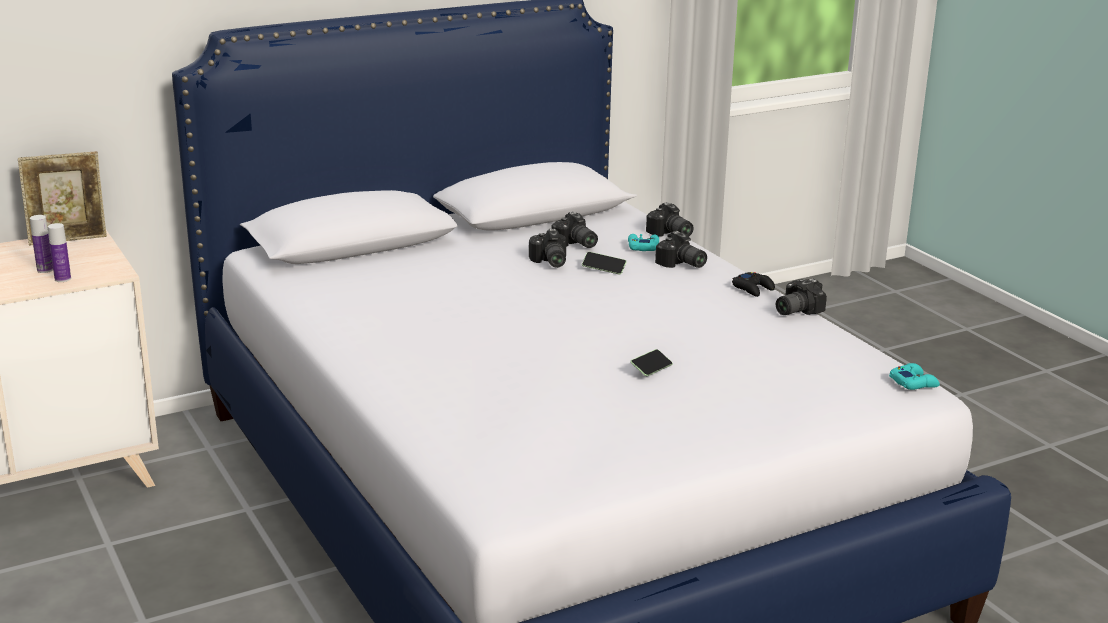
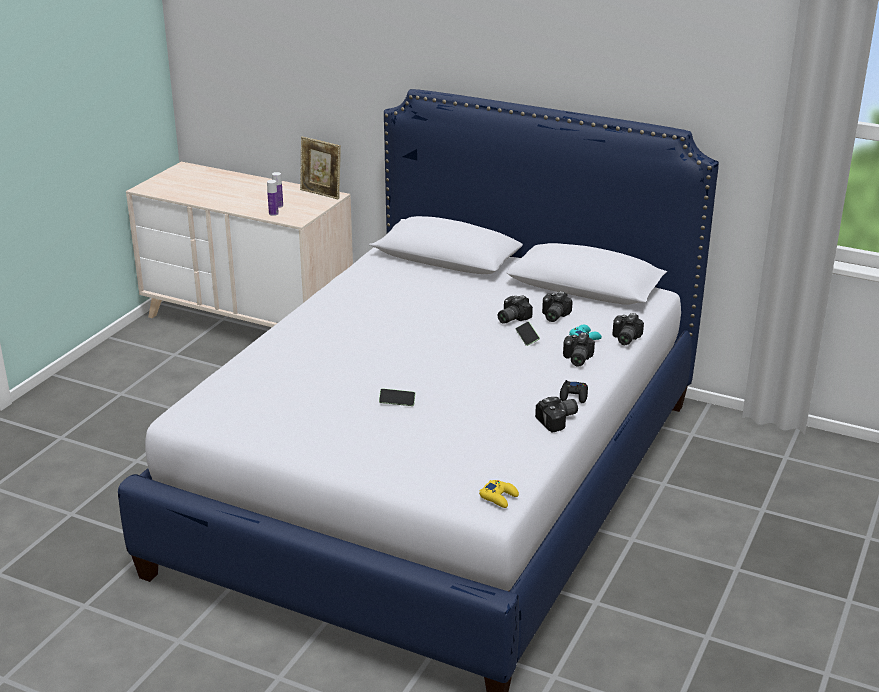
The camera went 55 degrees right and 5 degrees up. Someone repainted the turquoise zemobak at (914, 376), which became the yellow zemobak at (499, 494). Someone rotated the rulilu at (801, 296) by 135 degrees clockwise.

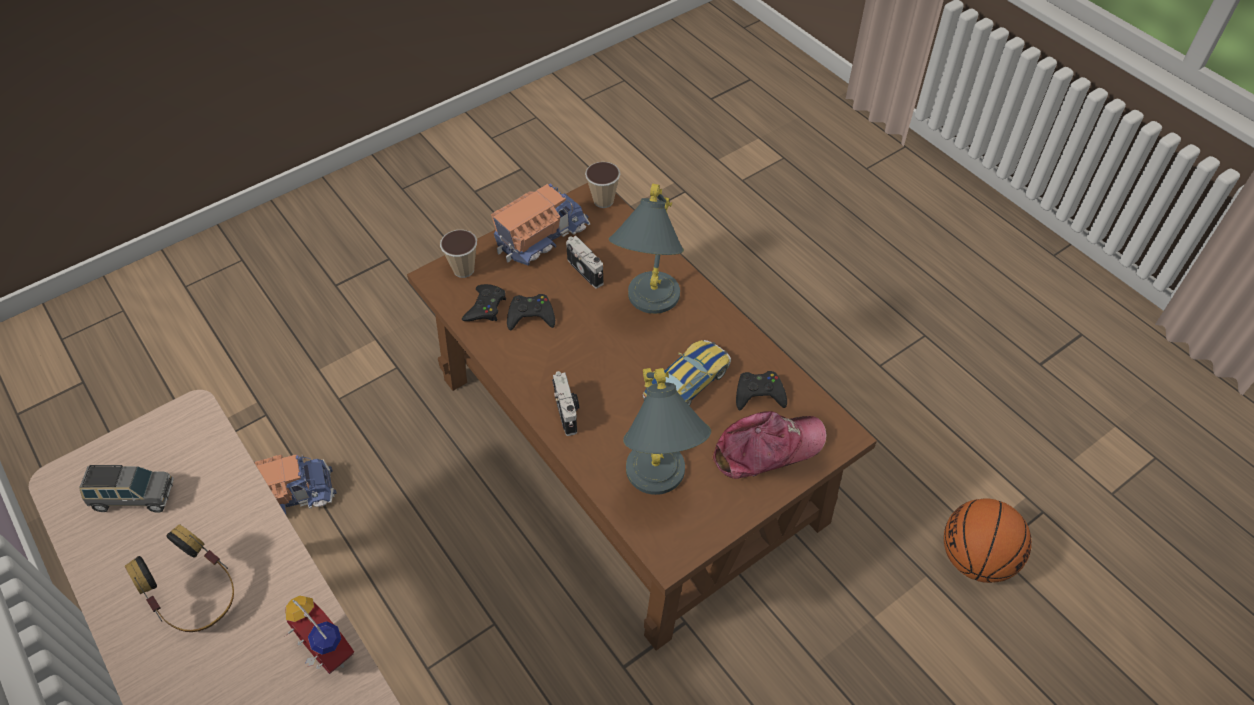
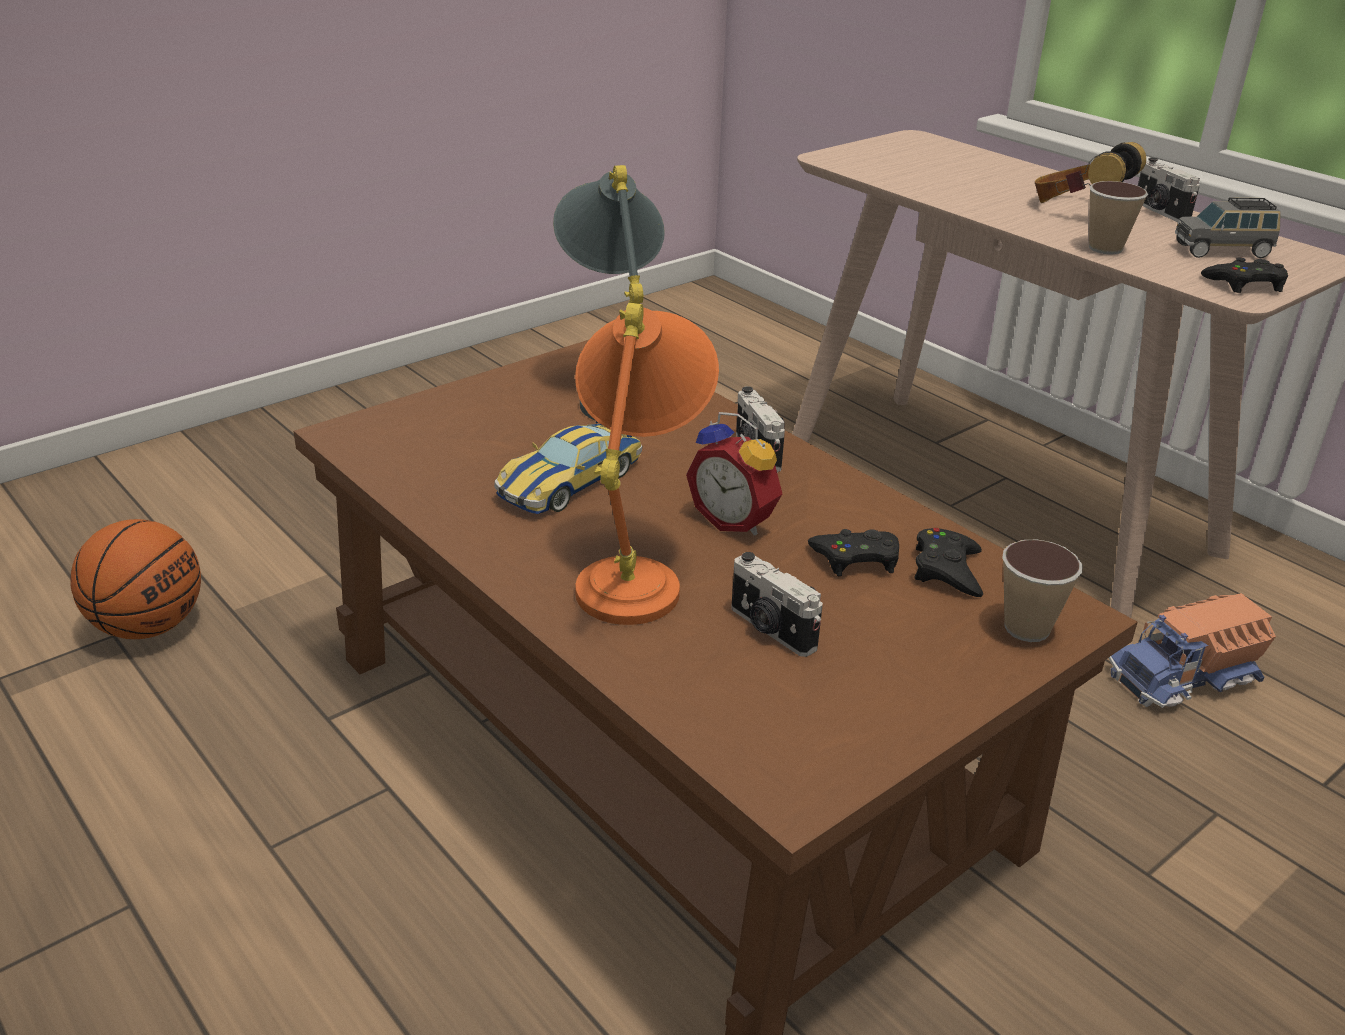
The camera went 175 degrees right and 20 degrees down. Someone repainted the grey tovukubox at (646, 249), which became the orange tovukubox at (647, 464). Someone carried the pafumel from (319, 634) to (734, 473). Someone carried the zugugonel from (602, 185) to (1118, 218). Someone put down the rulilu at (1169, 189). Someone carried the black zemobak from (761, 390) to (1244, 275). Someone took away the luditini at (540, 224). Someone took away the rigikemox at (769, 445).

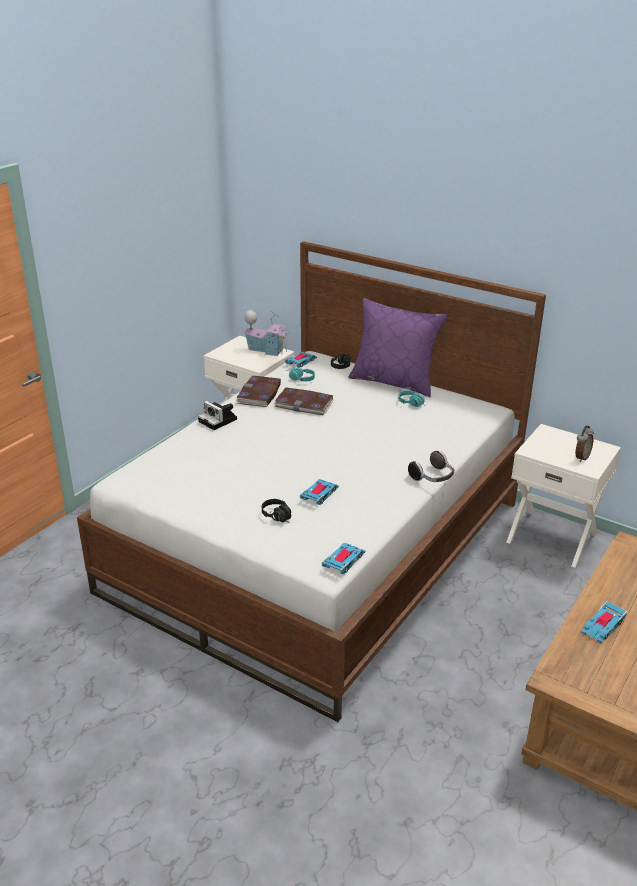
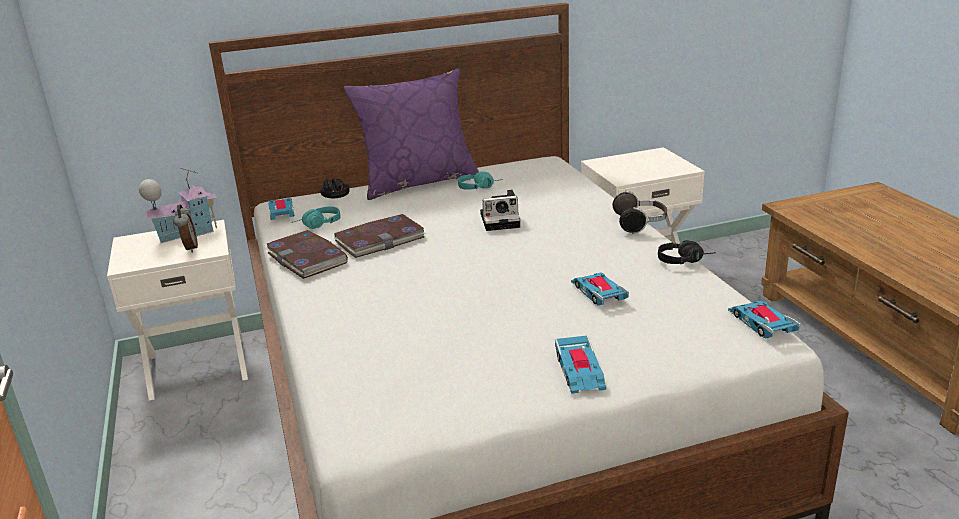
The camera went 50 degrees left and 5 degrees down. Someone carried the pafumel from (585, 443) to (186, 228). Someone carried the rulilu from (217, 415) to (500, 210). Someone carried the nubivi from (604, 622) to (580, 364). Someone carried the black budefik from (276, 511) to (687, 252).

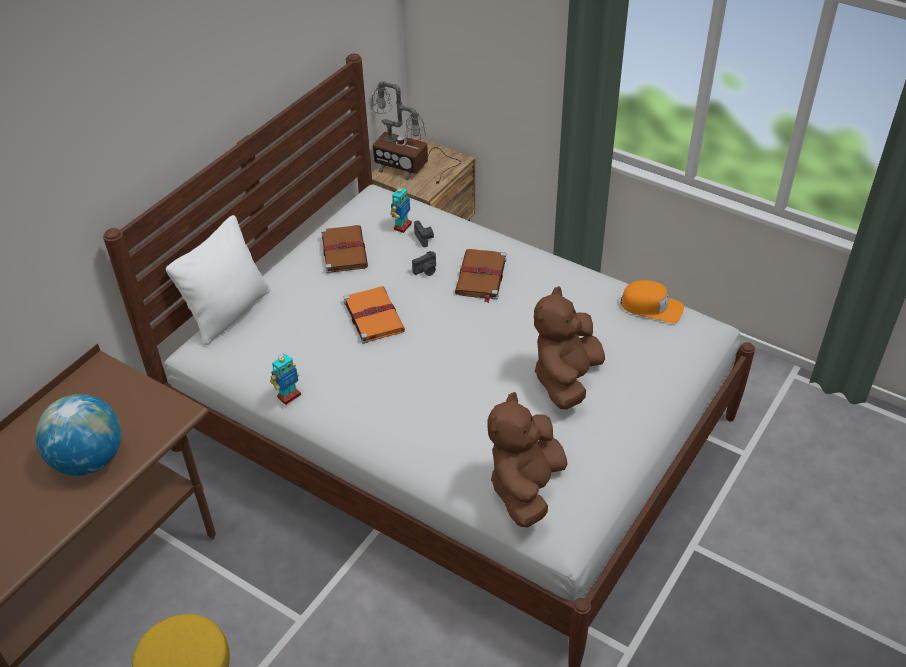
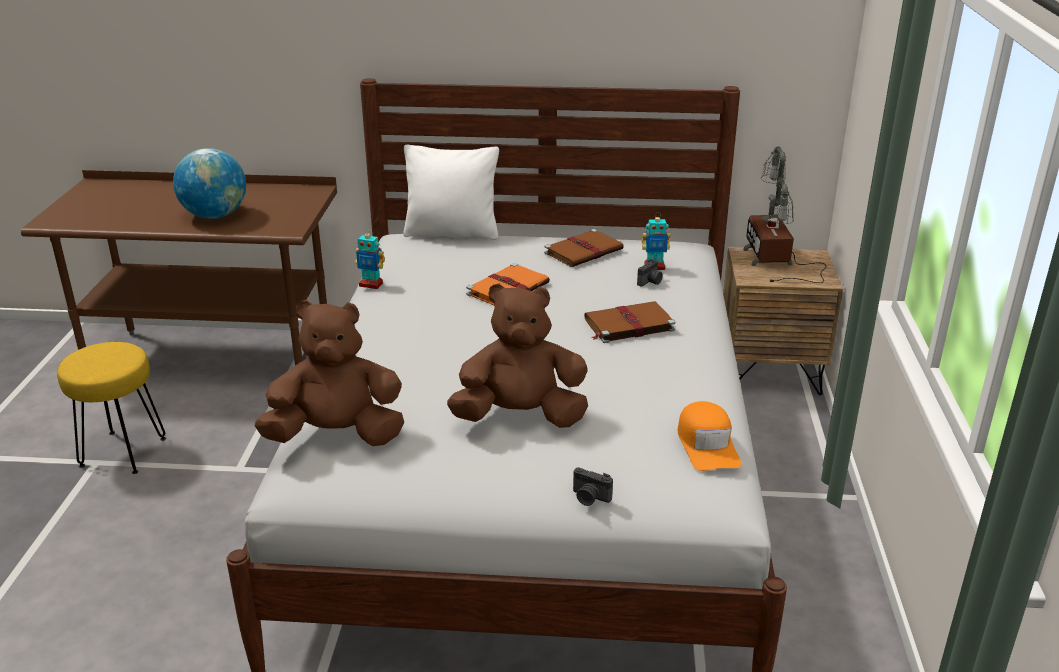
The camera went 60 degrees right and 15 degrees down. Someone carried the rulilu from (424, 263) to (593, 486).

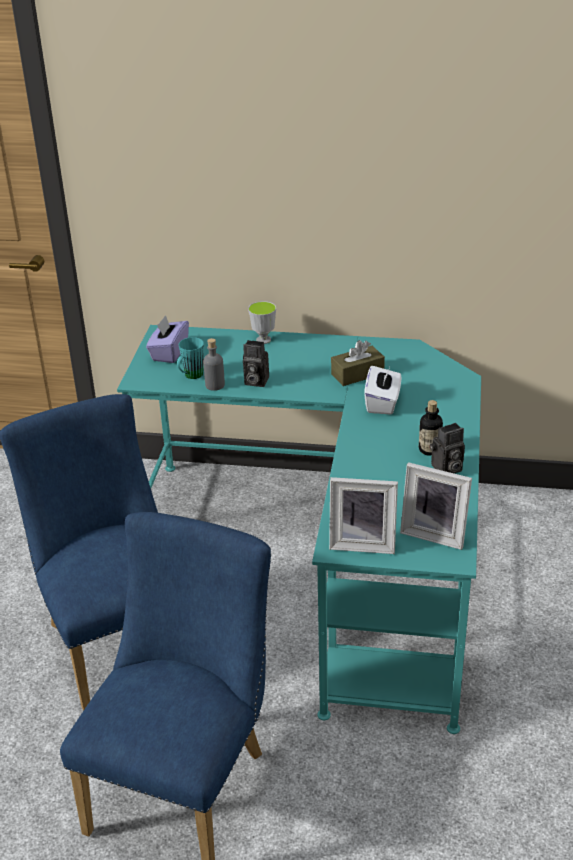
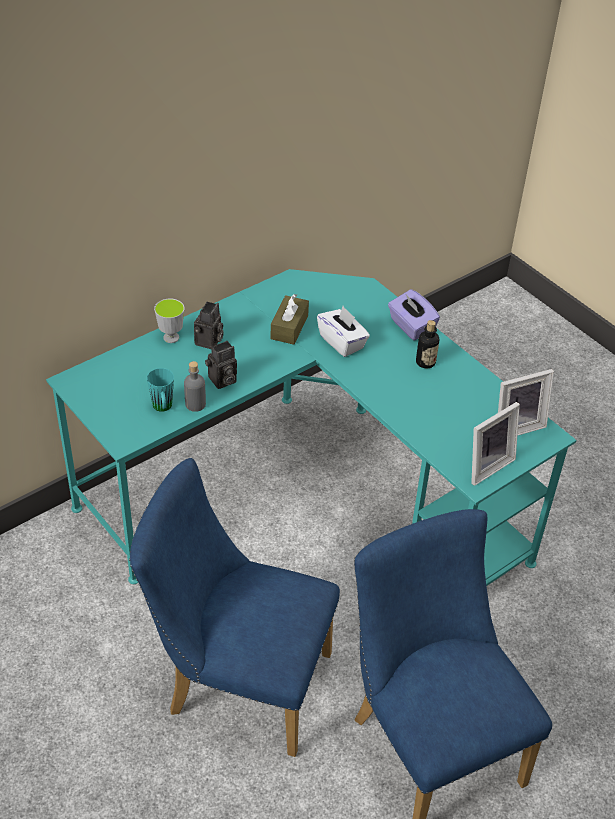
The camera went 50 degrees left and 10 degrees up. Someone carried the rulilu from (447, 448) to (209, 325). Someone carried the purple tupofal from (167, 339) to (414, 315).

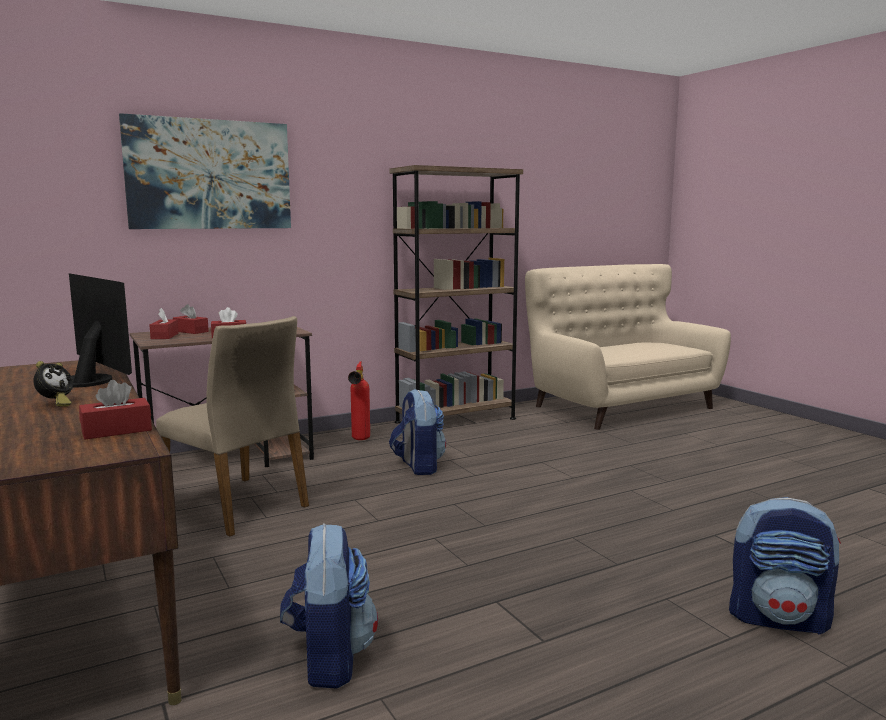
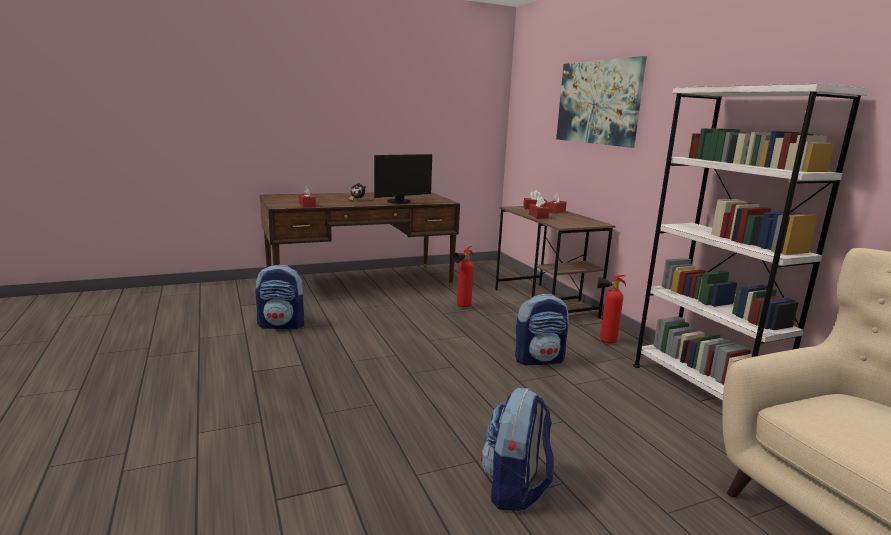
The camera went 95 degrees right and 5 degrees up. Someone swapped the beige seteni at (232, 426) for the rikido at (463, 276). Someone carried the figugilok from (785, 565) to (517, 449). Someone repainted the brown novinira at (456, 294), which became the white novinira at (751, 242).

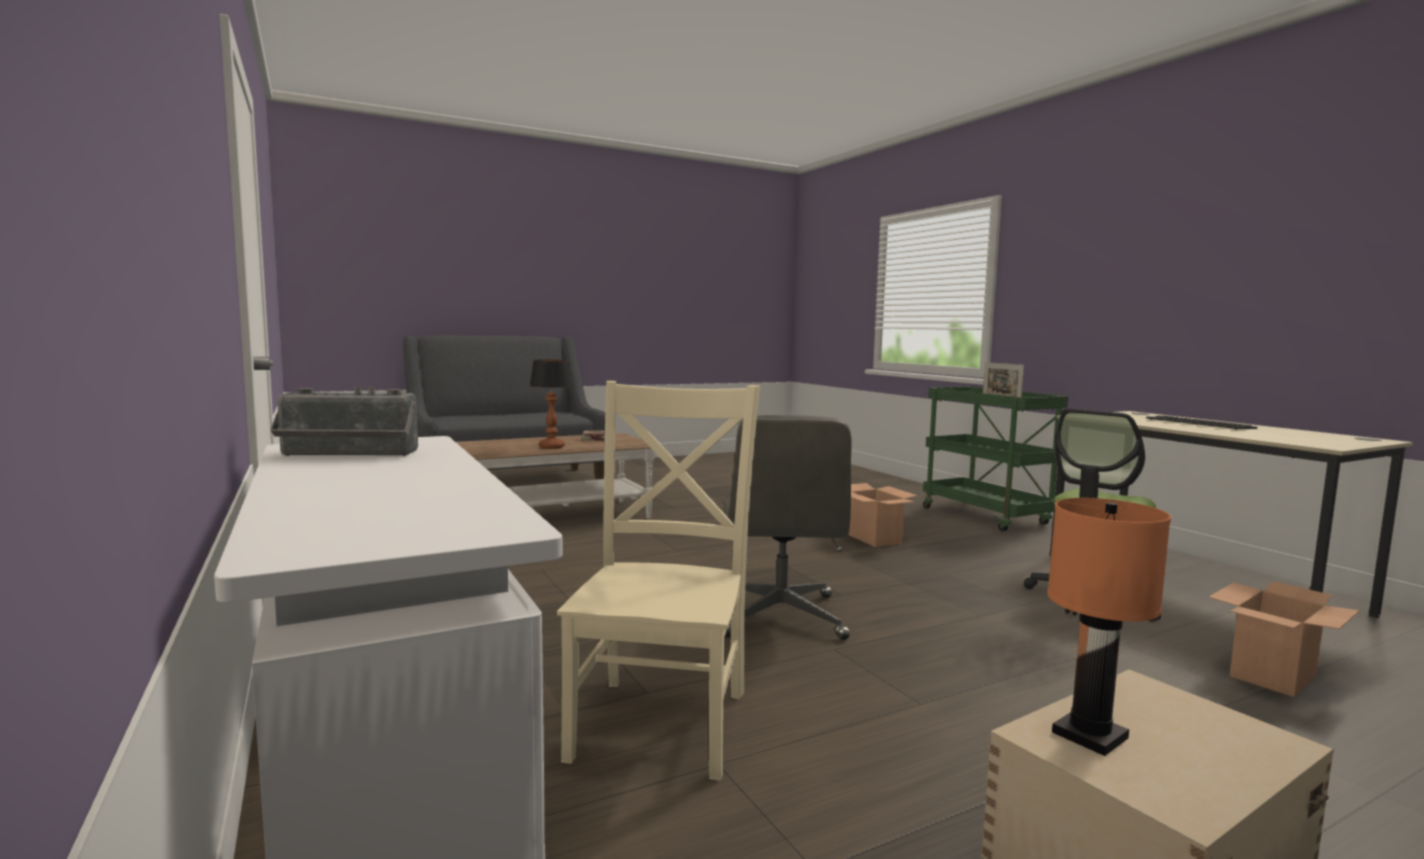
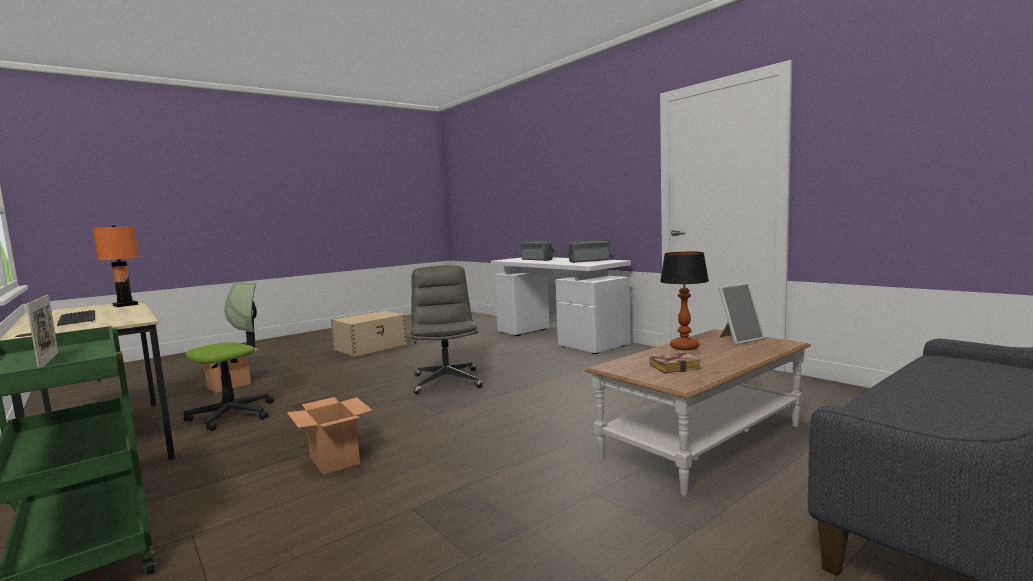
The camera went 170 degrees right and 0 degrees up. Someone carried the orange tovukubox from (1109, 627) to (116, 266). Someone put down the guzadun at (538, 250). Someone put down the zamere at (741, 314). Someone took away the beige seteni at (658, 581).

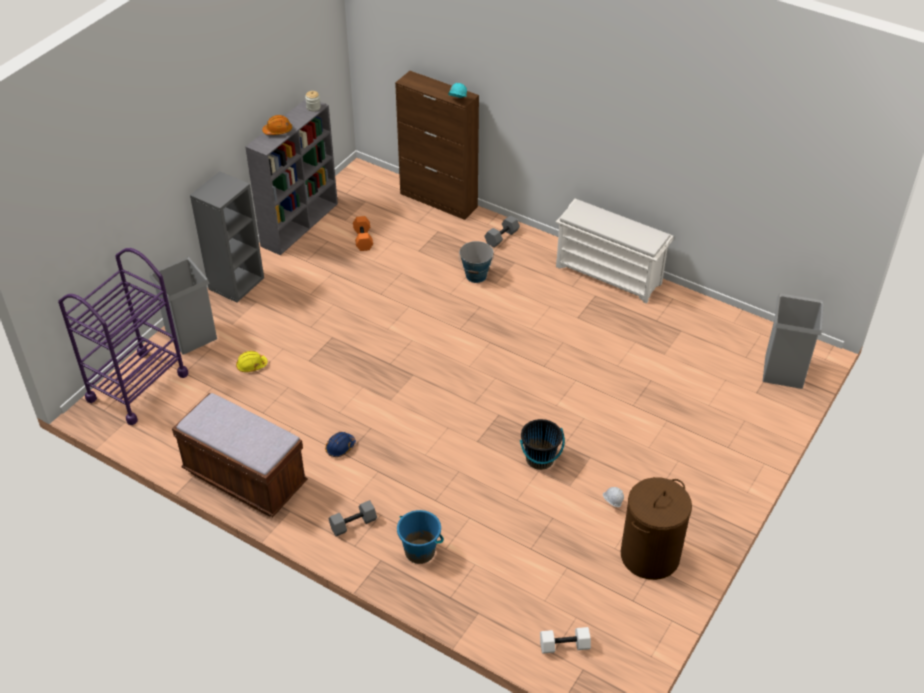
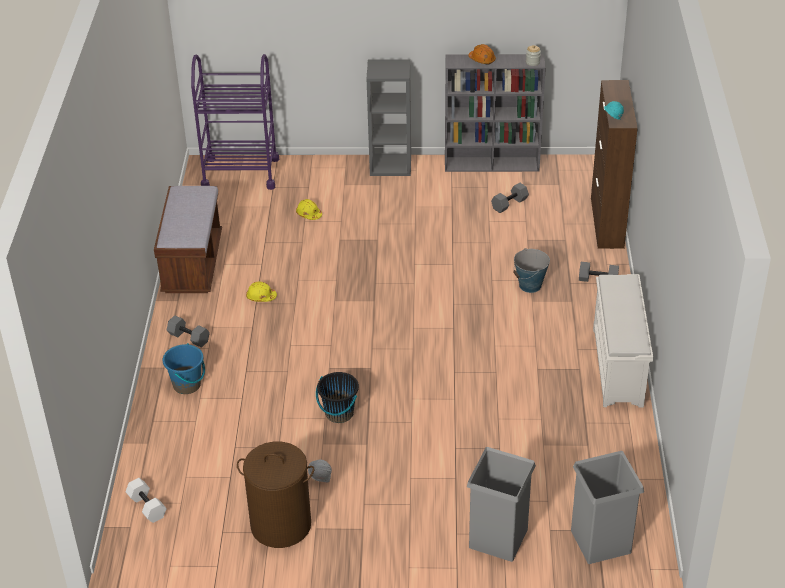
The camera went 60 degrees right and 5 degrees down. Someone repainted the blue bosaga at (340, 444), which became the yellow bosaga at (261, 292). Someone carried the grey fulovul from (183, 306) to (501, 504). Someone repainted the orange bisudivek at (363, 233), which became the grey bisudivek at (510, 198).

